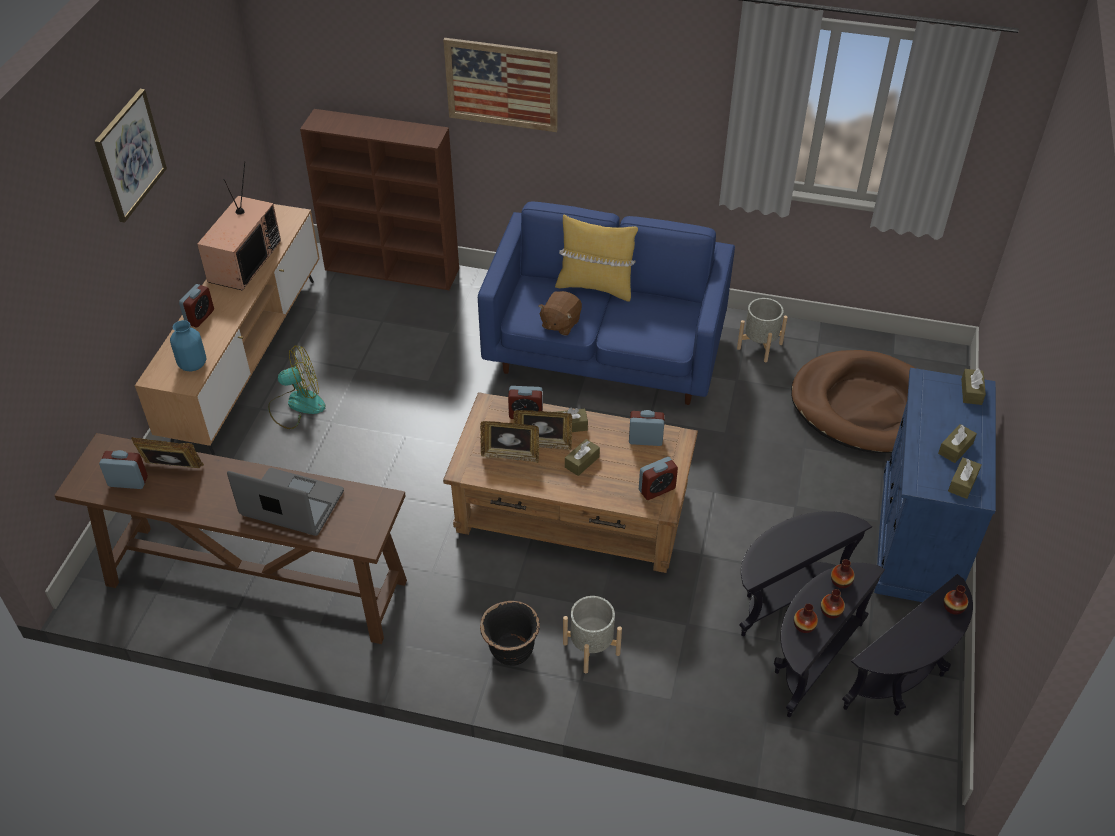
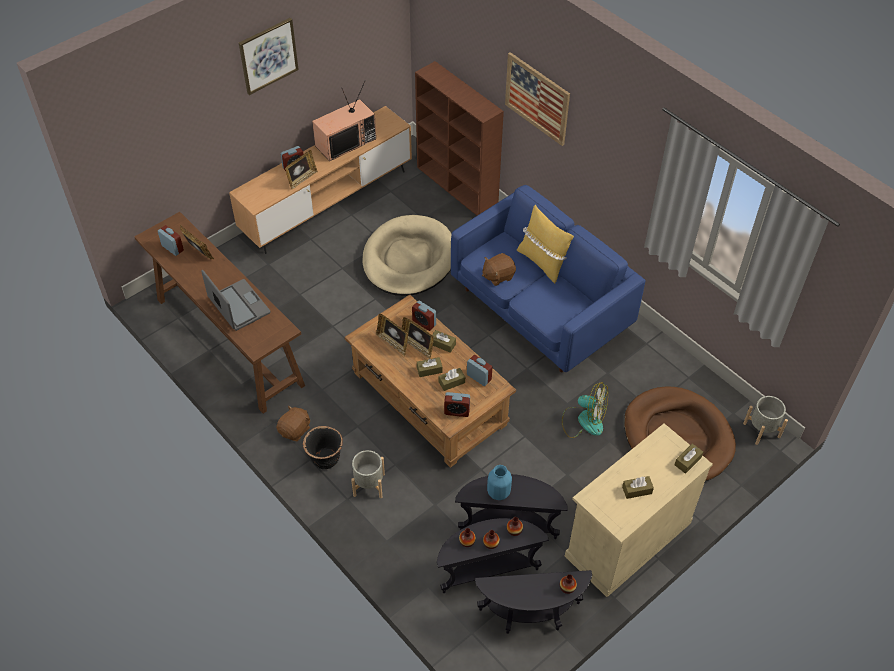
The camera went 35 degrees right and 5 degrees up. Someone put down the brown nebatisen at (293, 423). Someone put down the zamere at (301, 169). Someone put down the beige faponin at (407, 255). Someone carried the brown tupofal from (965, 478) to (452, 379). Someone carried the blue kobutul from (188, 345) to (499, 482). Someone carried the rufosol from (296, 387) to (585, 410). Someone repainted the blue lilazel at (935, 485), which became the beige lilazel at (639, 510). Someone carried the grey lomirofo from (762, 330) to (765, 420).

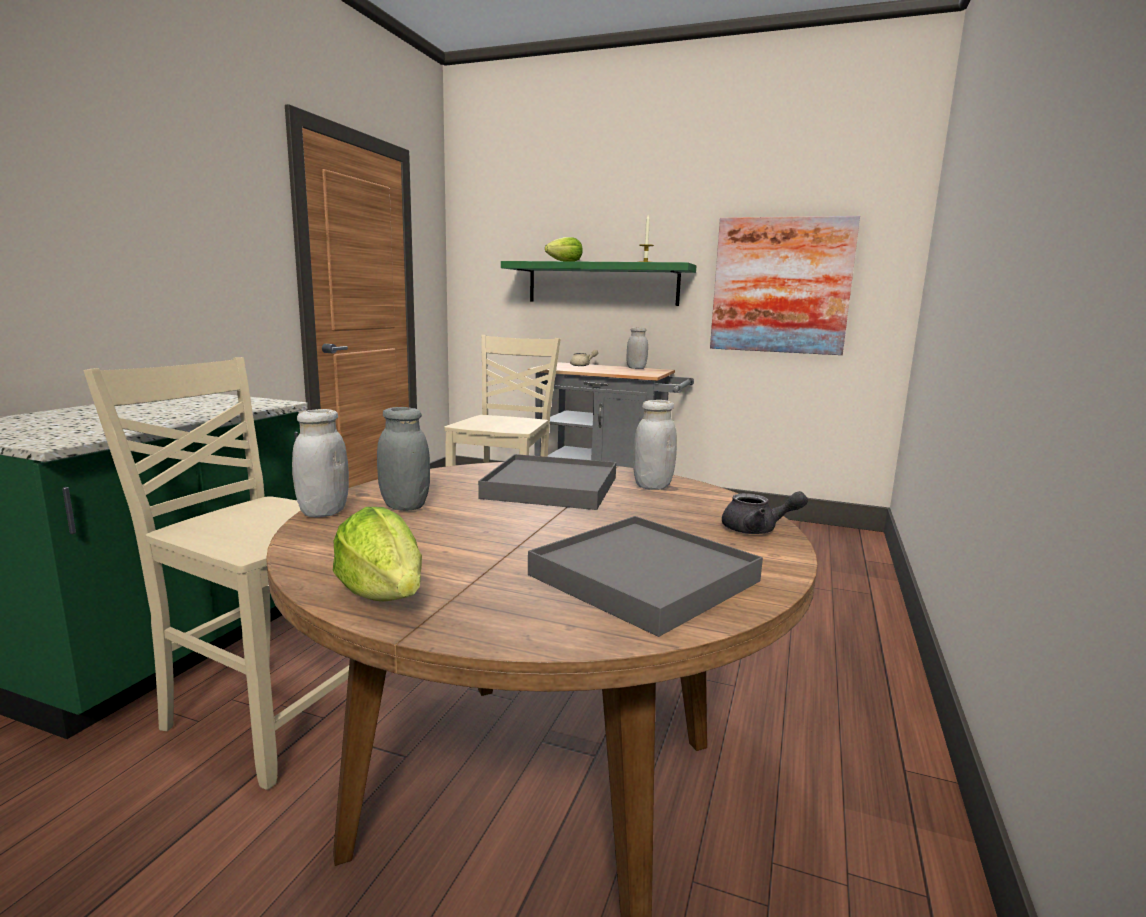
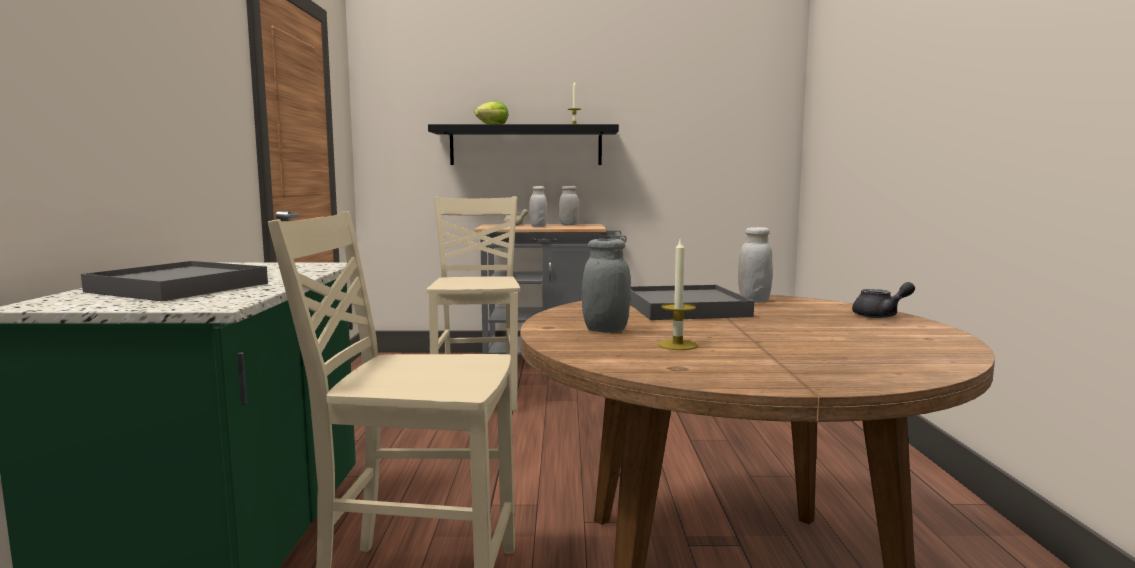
The camera went 20 degrees left and 5 degrees down. Someone carried the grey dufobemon from (645, 576) to (174, 281). Someone repainted the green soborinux at (598, 283), which became the black soborinux at (523, 144). Someone carried the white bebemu from (320, 463) to (538, 206). Someone put down the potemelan at (677, 293). Someone took away the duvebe at (377, 554). Someone took away the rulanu at (785, 285).

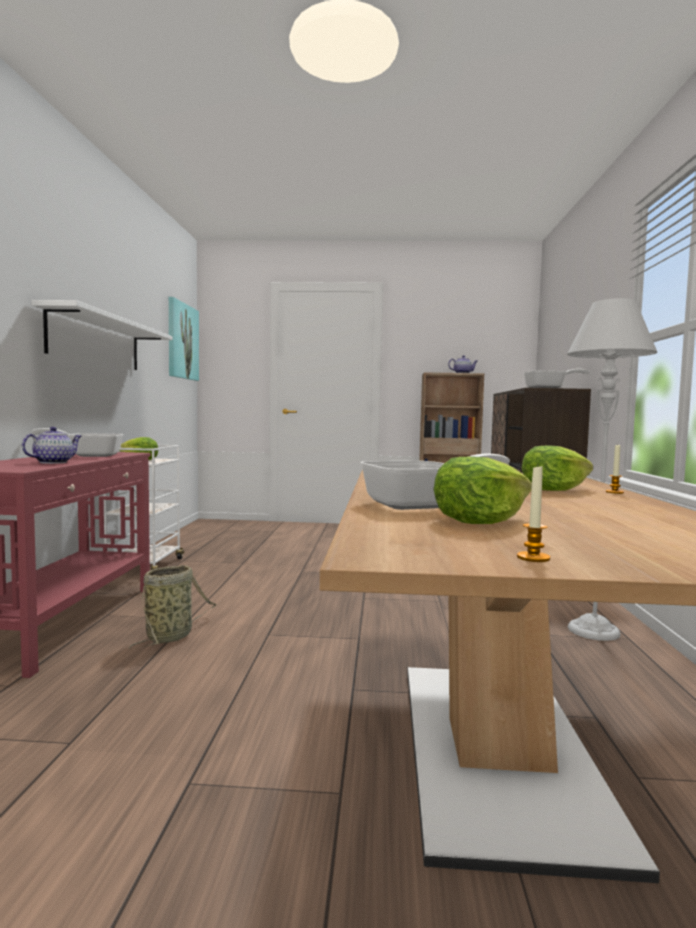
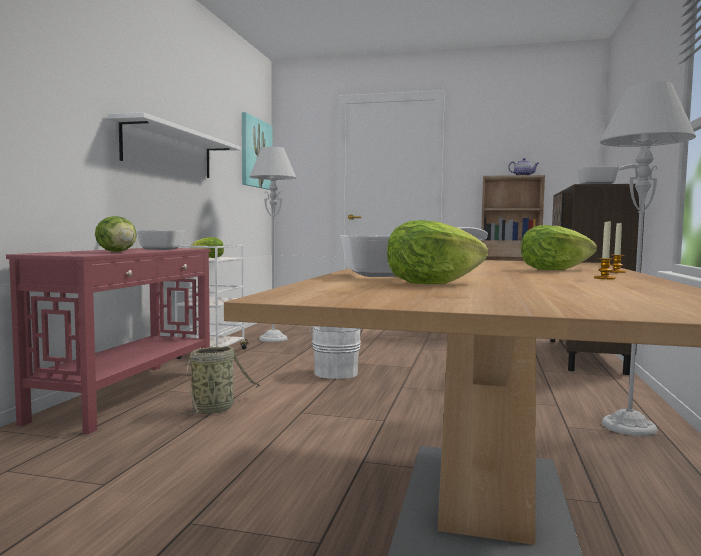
The camera went 10 degrees right and 0 degrees up. Someone swapped the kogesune at (51, 445) for the duvebe at (116, 234). Someone put down the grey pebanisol at (272, 244). Someone put down the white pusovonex at (336, 352). Someone carried the potemelan from (533, 514) to (605, 249).

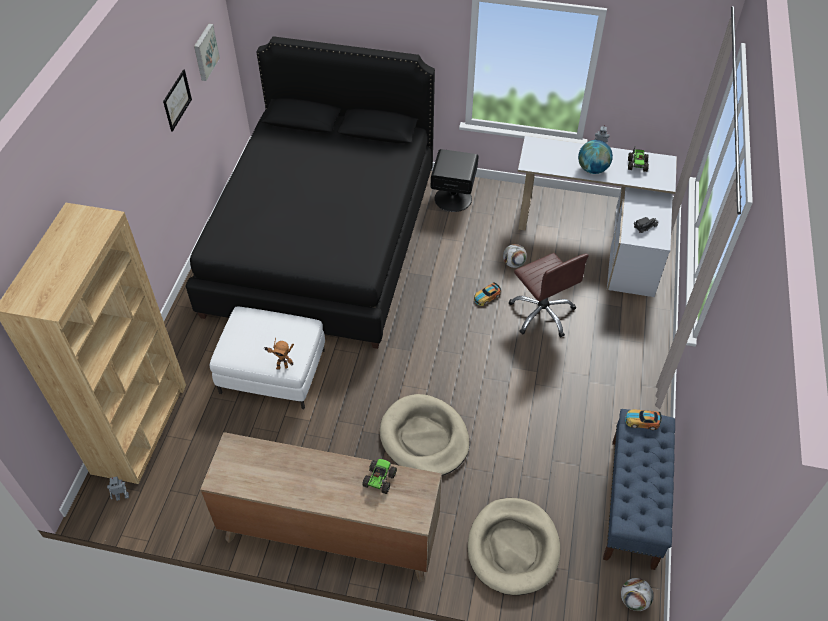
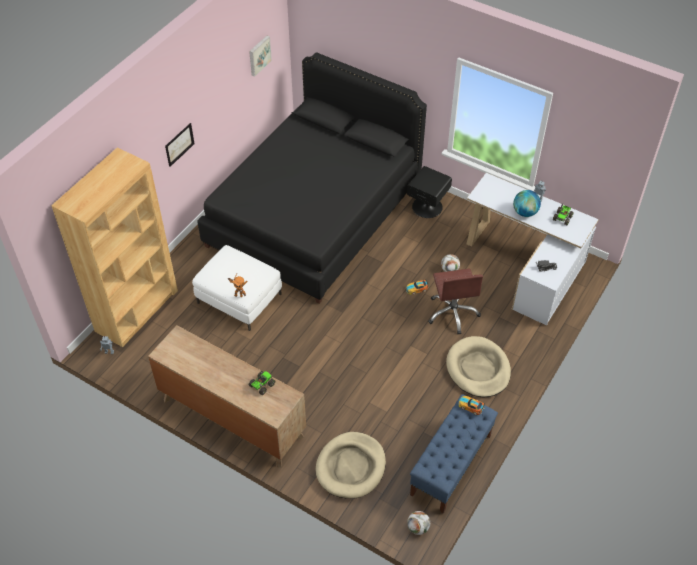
The camera went 20 degrees right and 0 degrees up. Someone carried the rulanu from (177, 100) to (180, 145). Someone carried the beige faponin from (425, 435) to (478, 366).

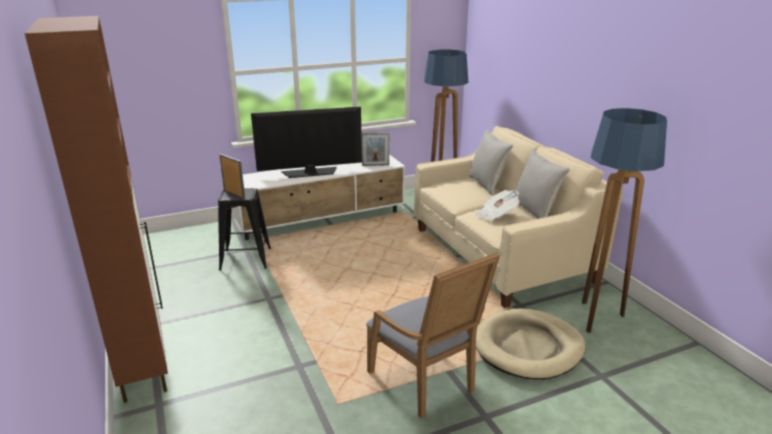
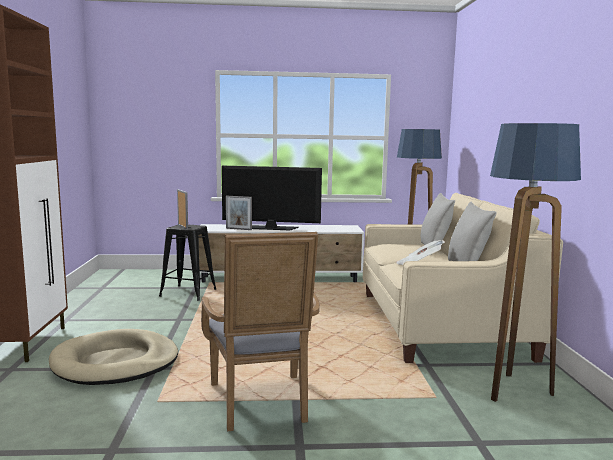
The camera went 20 degrees right and 15 degrees down. Someone carried the beige faponin from (530, 344) to (113, 357). Someone carried the zamere from (375, 149) to (239, 213).

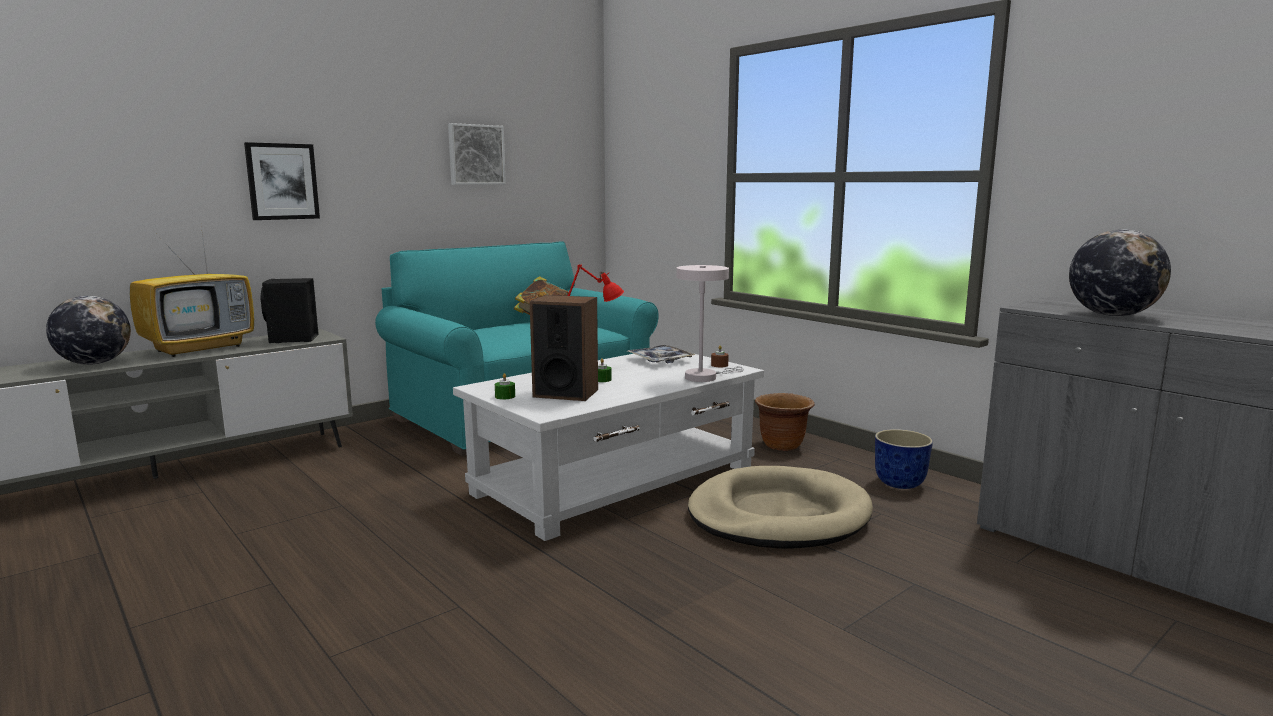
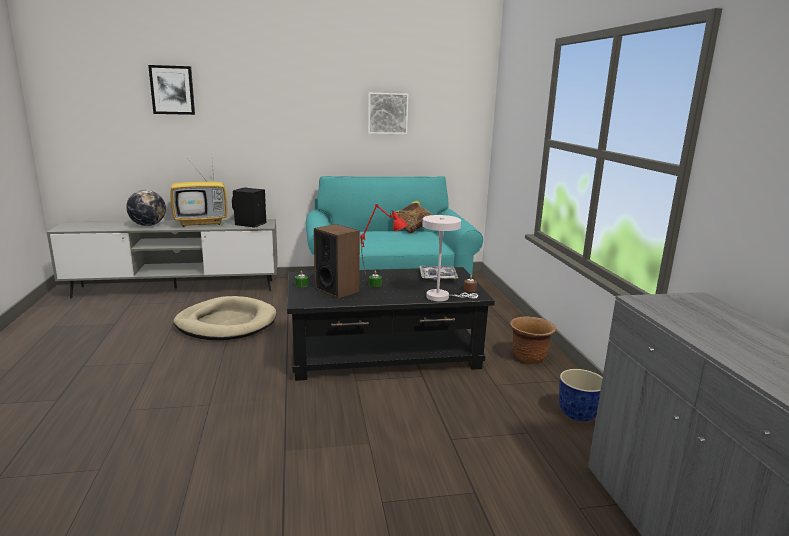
The camera went 30 degrees right and 5 degrees up. Someone carried the rulanu from (282, 181) to (171, 90). Someone carried the beige faponin from (780, 507) to (225, 318). Someone repainted the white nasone at (608, 447), which became the black nasone at (391, 324). Someone took away the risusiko at (1120, 273).

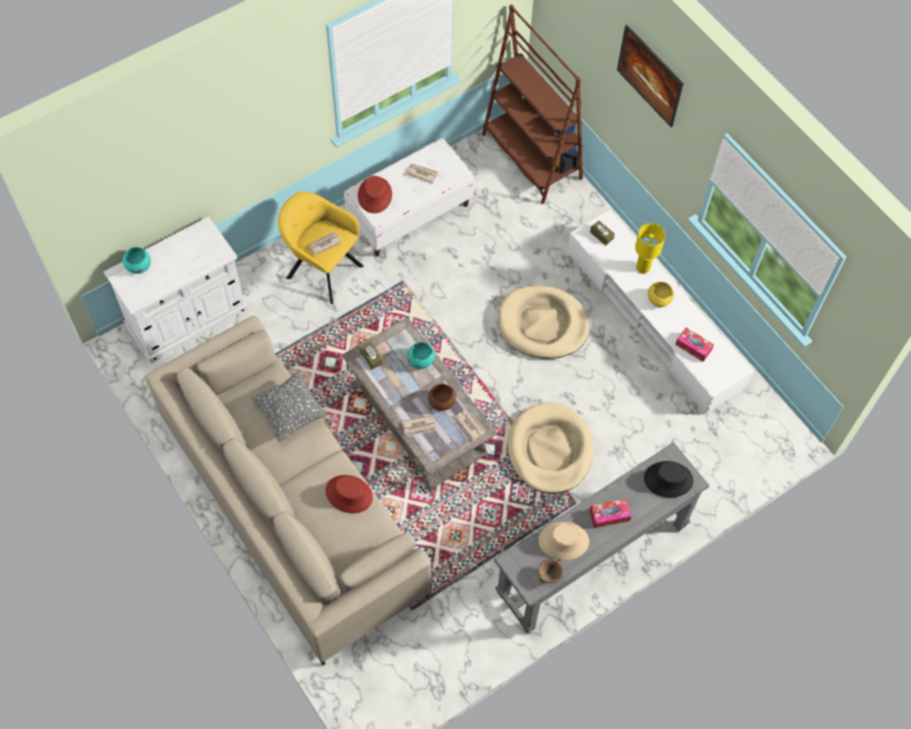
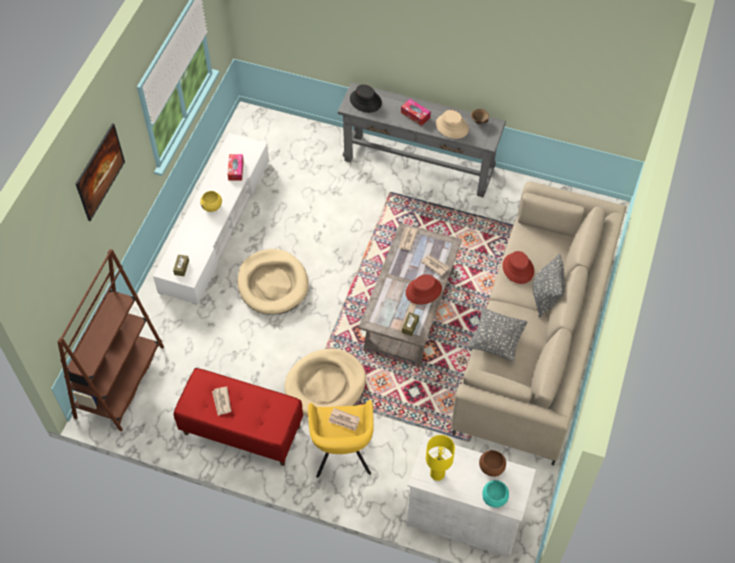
The camera went 125 degrees left and 5 degrees down. Someone repainted the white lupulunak at (409, 197), which became the red lupulunak at (238, 417). Someone carried the beige faponin from (550, 448) to (325, 382). Someone carried the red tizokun from (375, 194) to (423, 289). Someone carried the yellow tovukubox from (650, 248) to (440, 458). Someone carried the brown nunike from (442, 397) to (492, 463). Someone put down the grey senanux at (549, 285). Someone took away the turquoise nunike at (421, 355).

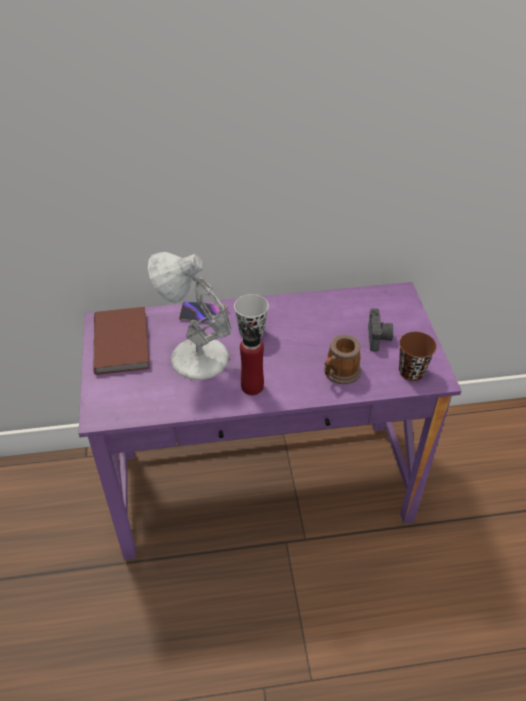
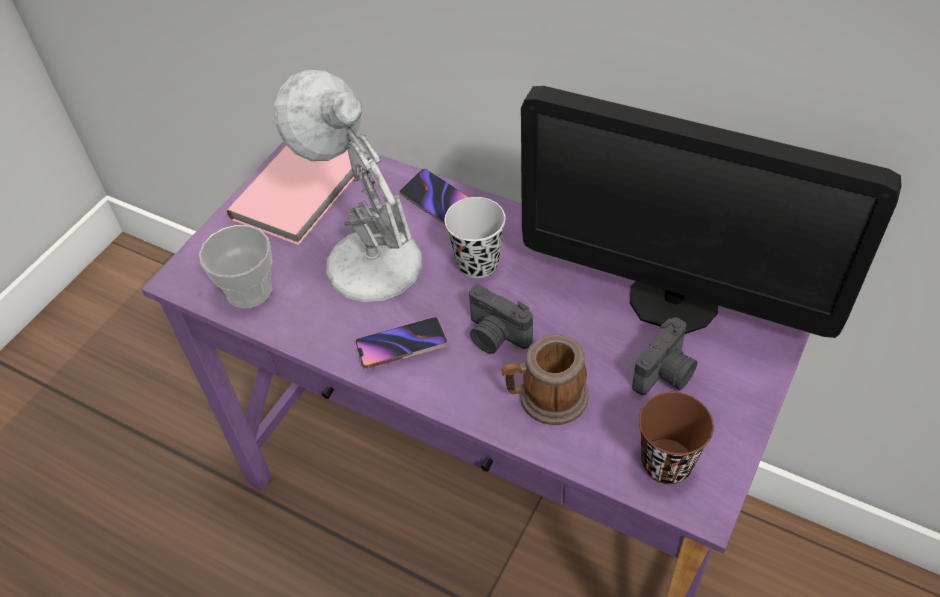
The camera went 40 degrees right and 5 degrees up. Someone put down the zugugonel at (235, 266). Someone repainted the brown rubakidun at (121, 341), which became the pink rubakidun at (294, 195). Someone swapped the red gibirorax at (251, 358) for the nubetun at (401, 343). Someone put down the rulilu at (501, 319). Someone put down the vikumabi at (711, 212).

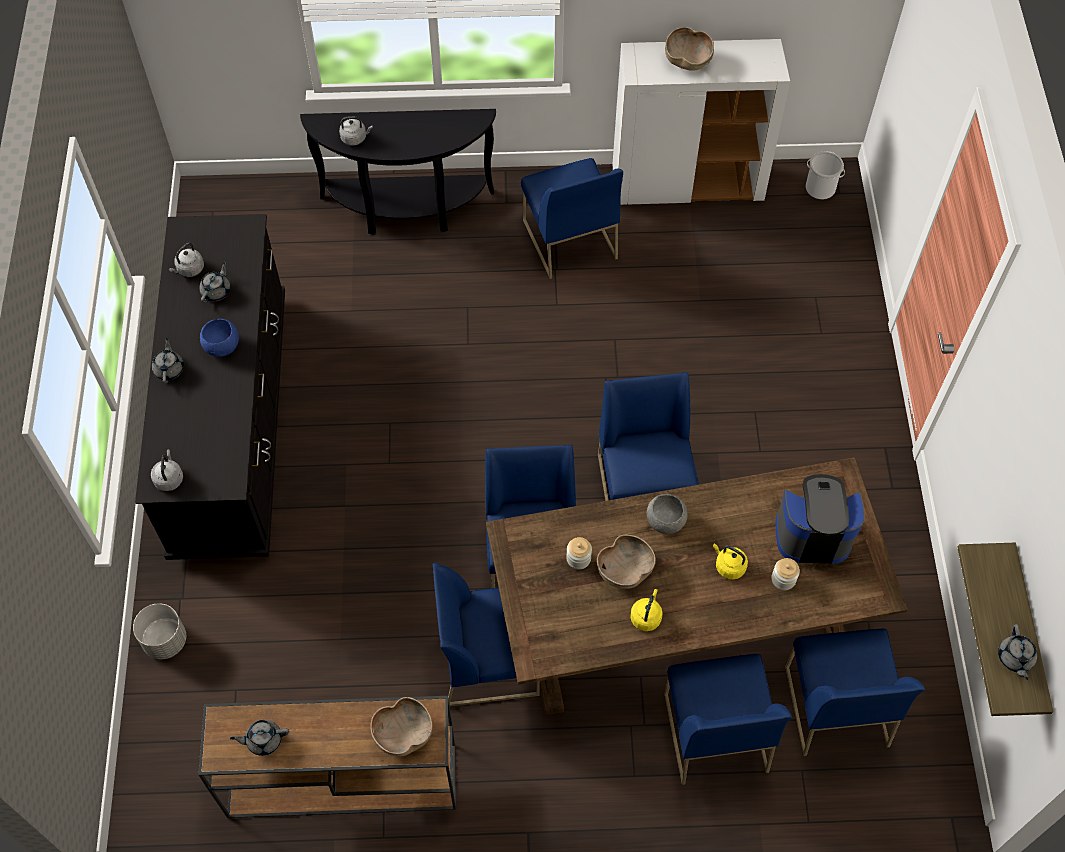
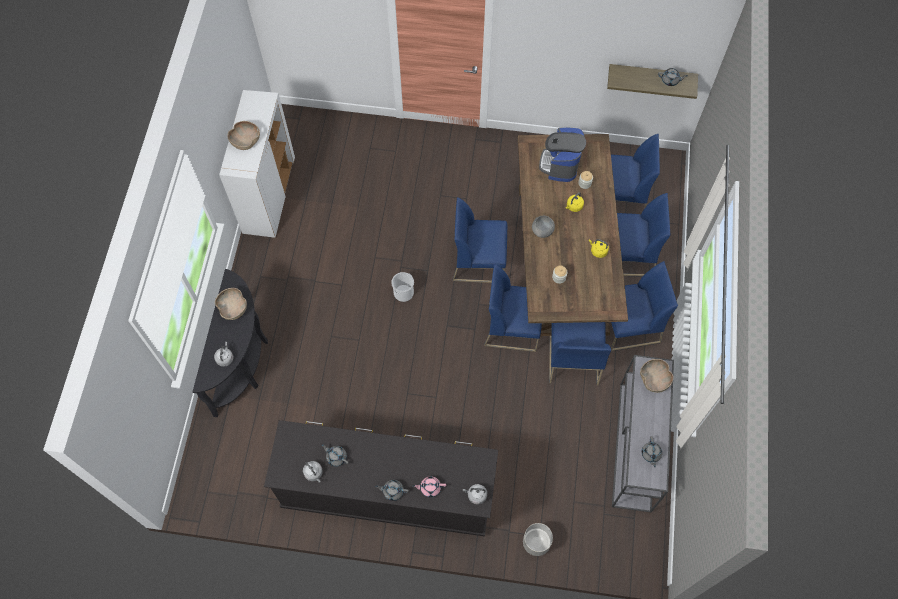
The camera went 80 degrees left and 5 degrees up. Someone carried the brown nunike from (626, 561) to (231, 304). Someone carried the pusovonex from (825, 175) to (402, 287). Someone put down the pink kogesune at (429, 486). Someone carried the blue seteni from (572, 218) to (644, 306). Someone repainted the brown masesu at (327, 757), which became the grey masesu at (643, 433). Someone took away the blue nunike at (219, 338).

